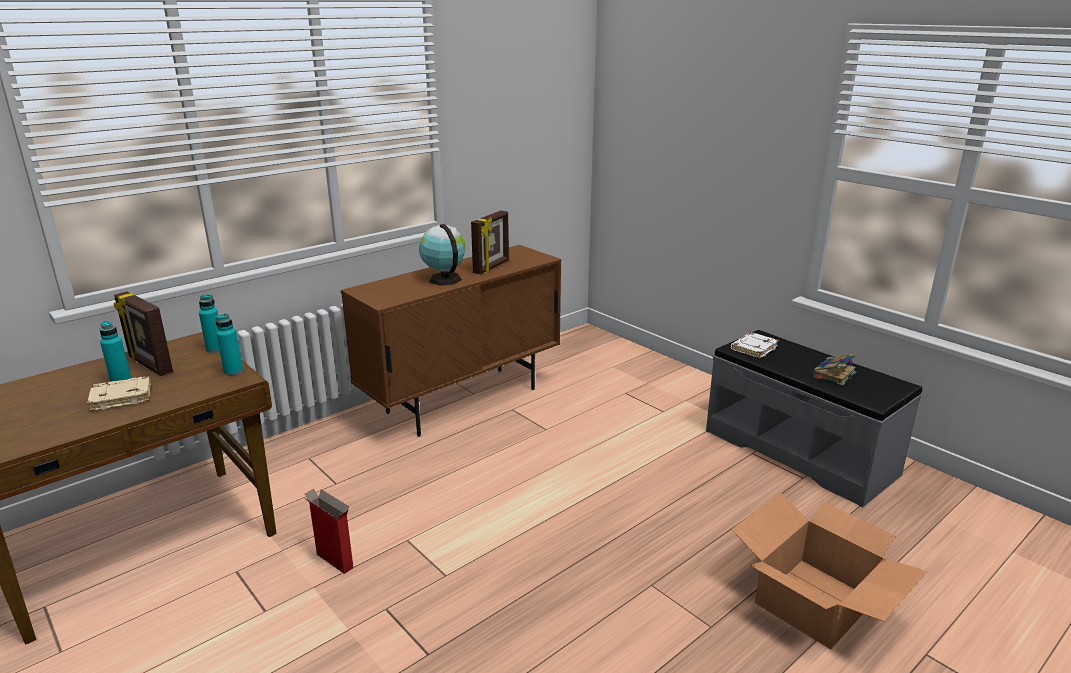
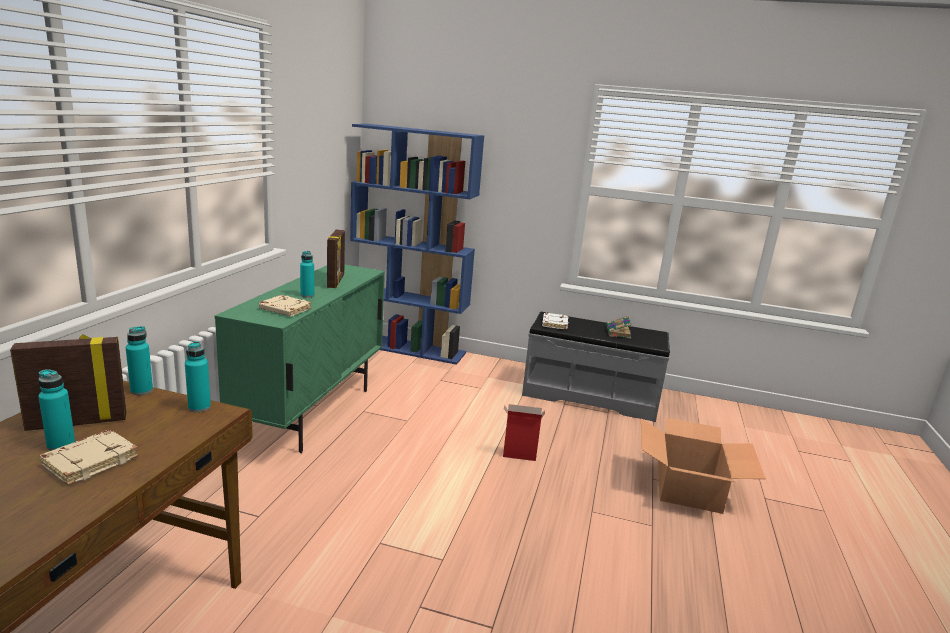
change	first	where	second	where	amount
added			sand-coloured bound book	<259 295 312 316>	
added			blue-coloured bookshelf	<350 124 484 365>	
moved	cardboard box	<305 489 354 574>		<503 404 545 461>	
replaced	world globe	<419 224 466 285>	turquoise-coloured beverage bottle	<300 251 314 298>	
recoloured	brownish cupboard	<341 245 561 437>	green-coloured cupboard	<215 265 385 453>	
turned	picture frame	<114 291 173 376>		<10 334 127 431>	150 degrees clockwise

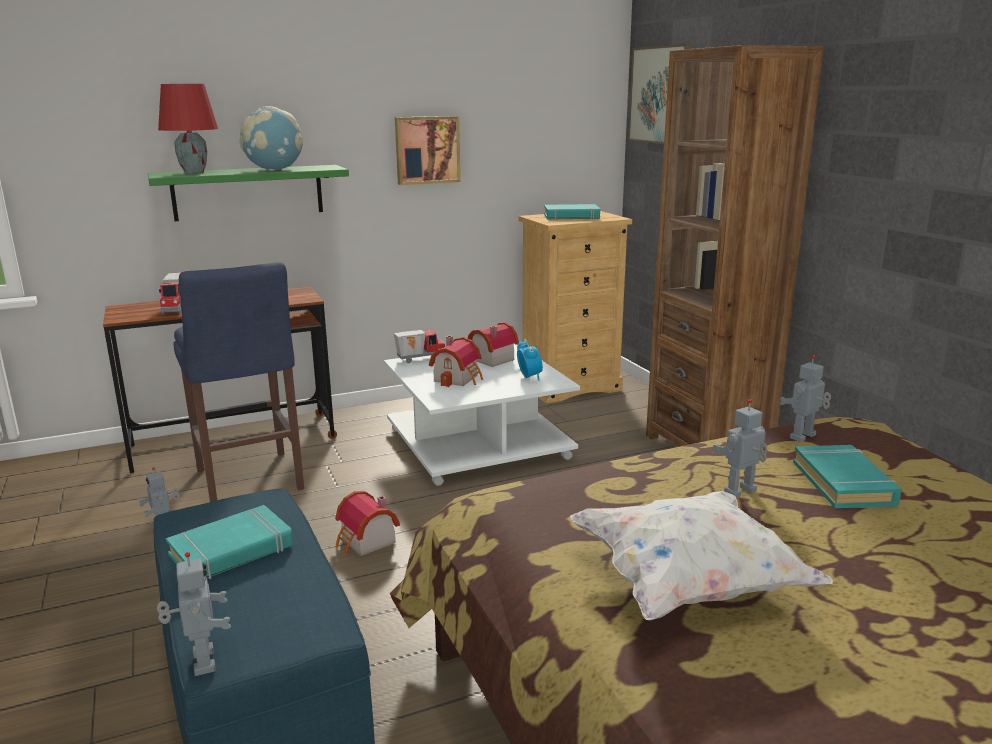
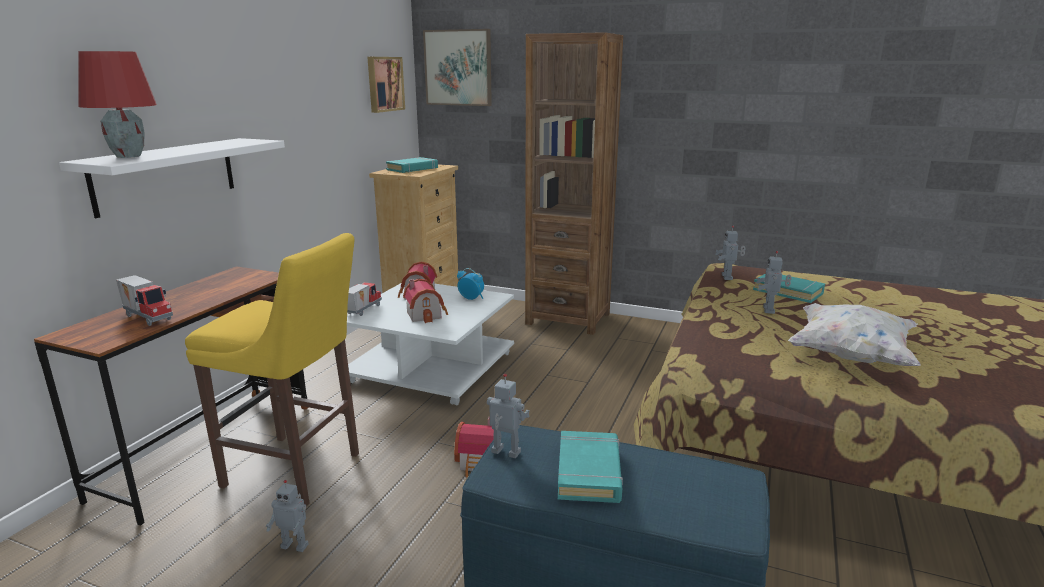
change	first	where	second	where	amount
removed	world globe	<239 106 303 171>			
moved	robot figure	<157 552 231 676>		<487 374 530 458>	
moved	wall picture	<395 116 461 185>		<367 57 405 113>	
recoloured	green-coloured bracket shelf	<148 165 349 221>	whitish bracket shelf	<59 138 285 218>	
recoloured	blue-coloured sitting stool	<173 262 304 502>	yellowish sitting stool	<185 233 359 507>	

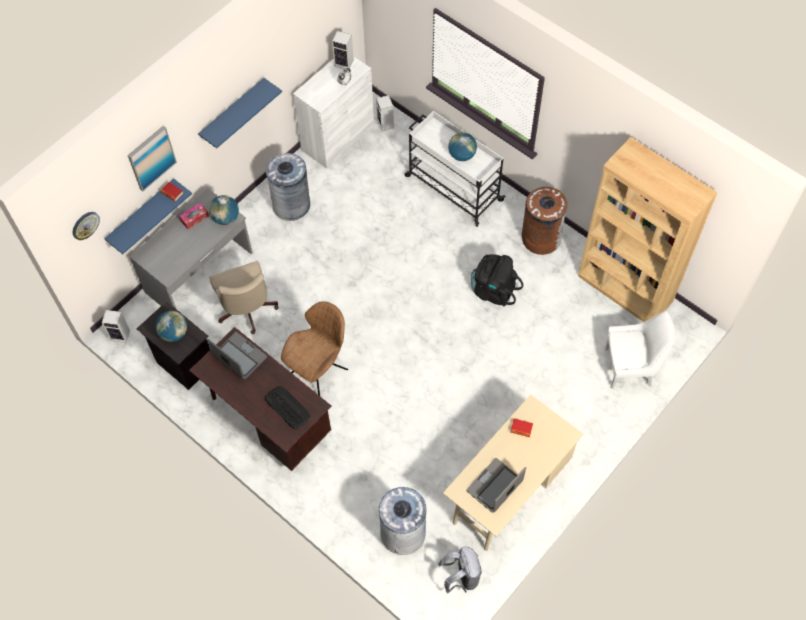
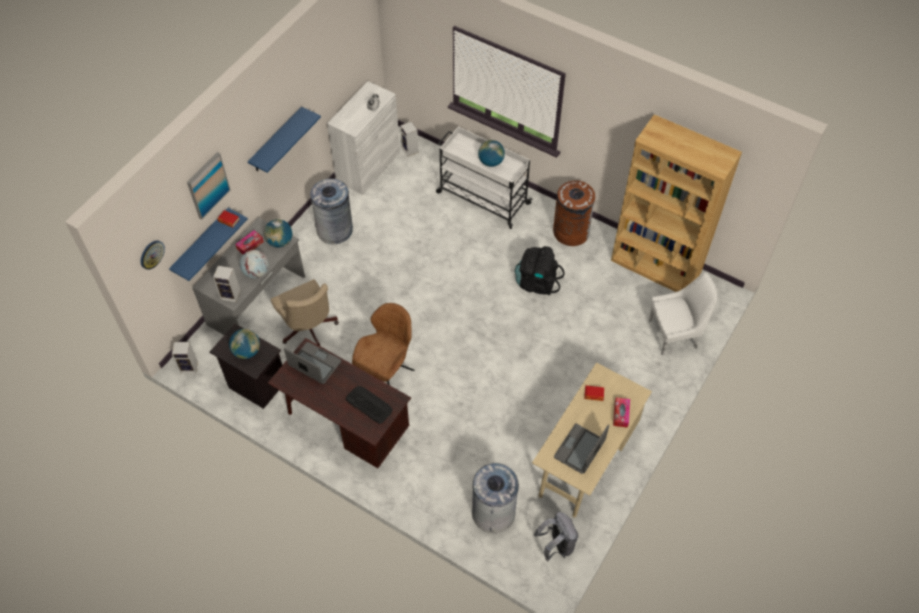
change	first	where	second	where	amount
added			world globe	<240 250 269 279>	
added			tissue holder	<613 397 630 428>	
moved	audio speaker	<332 31 354 69>		<213 266 240 302>	

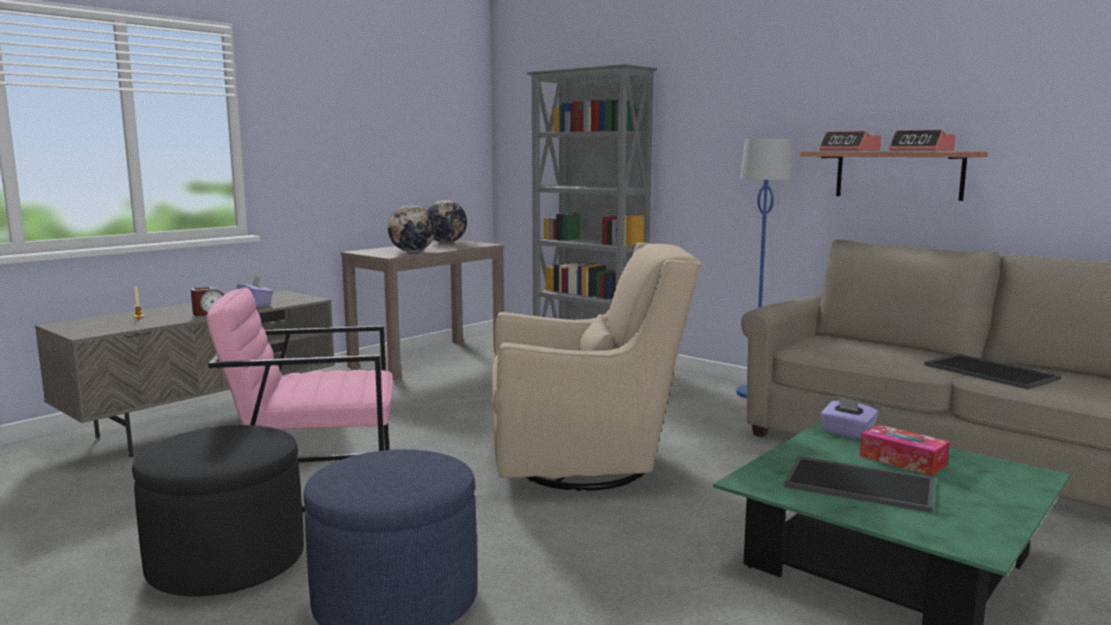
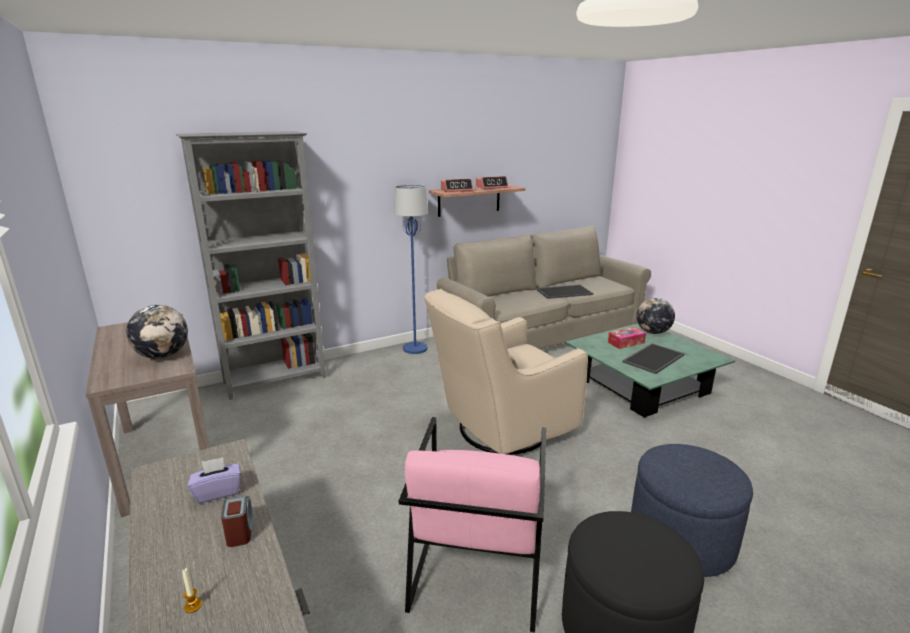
change	first	where	second	where	amount
removed	purple-coloured tissue holder	<820 396 879 440>			
moved	world globe	<427 200 467 243>		<637 298 675 334>	
turned	sand-coloured armchair	<492 242 701 491>		<424 289 588 455>	135 degrees counterclockwise

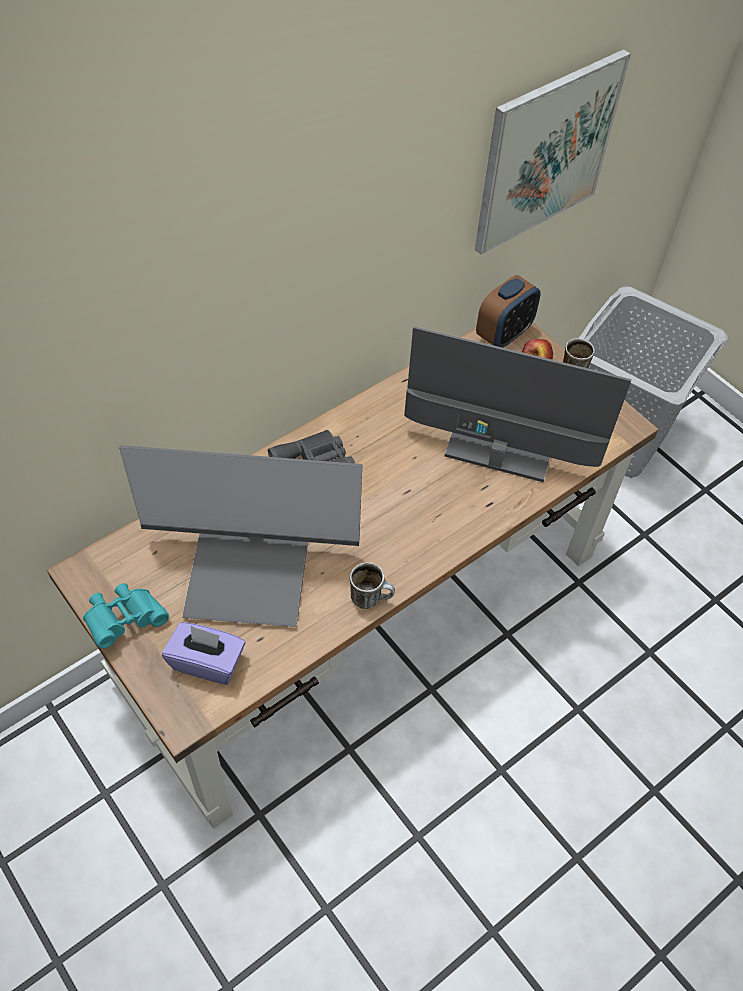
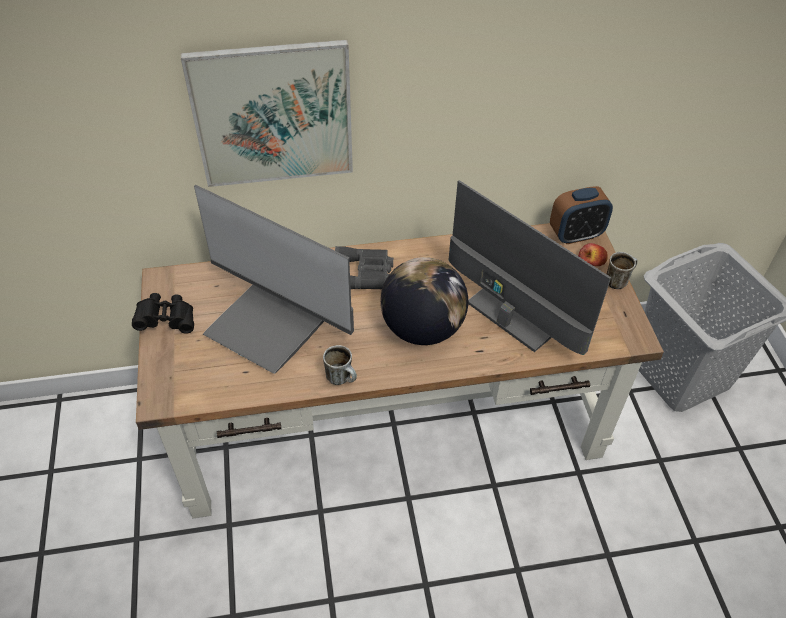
change	first	where	second	where	amount
removed	purple-coloured tissue holder	<162 622 245 685>			
added			world globe	<380 257 468 345>	
moved	wall picture	<475 49 631 254>		<181 40 353 187>	
recoloured	turquoise-coloured binoculars	<83 583 169 649>	blackish binoculars	<132 293 194 334>	

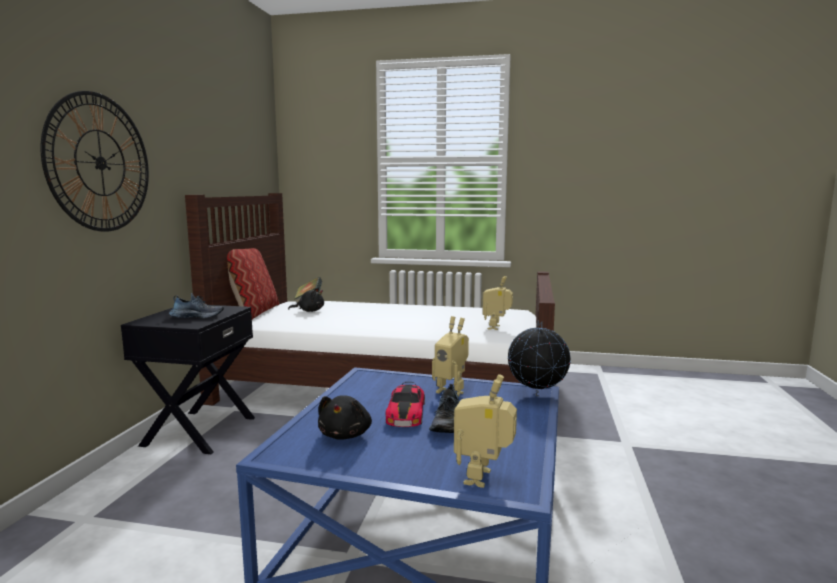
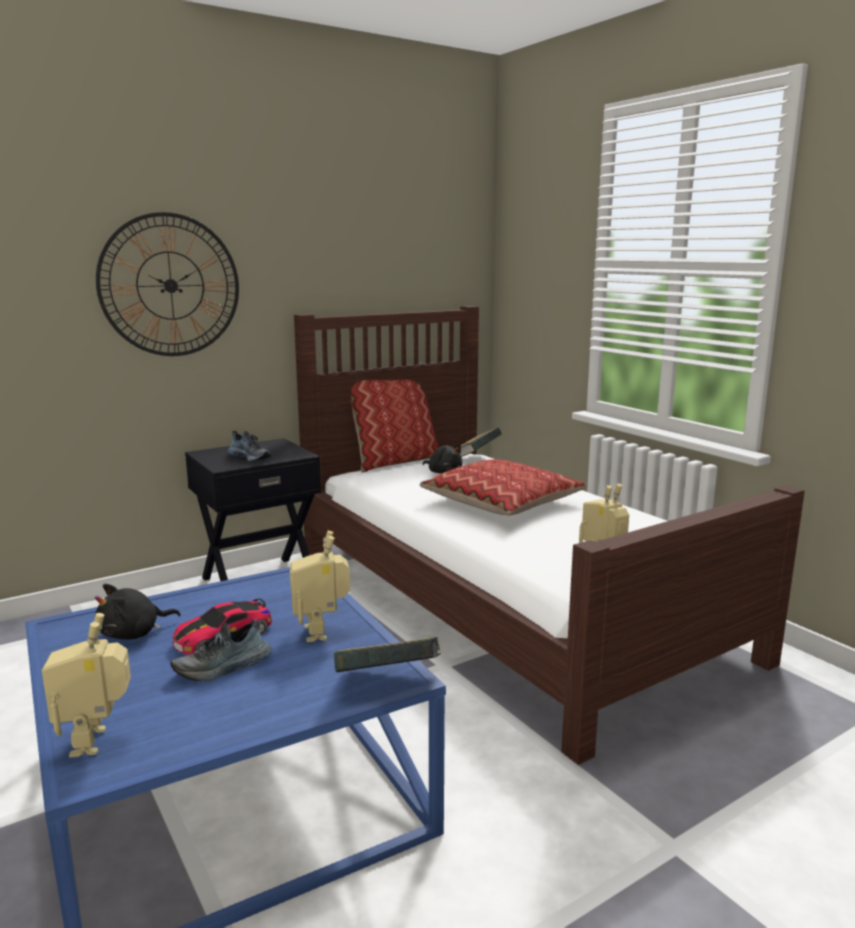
change	first	where	second	where	amount
added			pillow	<420 459 587 516>	
replaced	world globe	<508 321 571 396>	bound book	<333 637 441 672>	
turned	robot figure	<454 374 517 488>		<42 613 131 757>	75 degrees counterclockwise

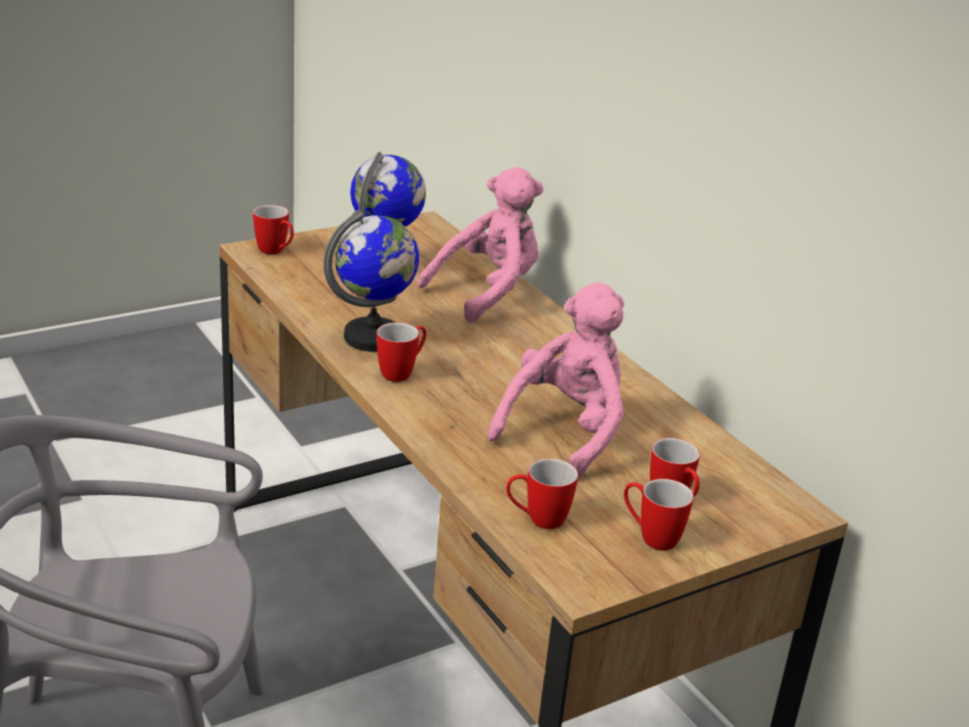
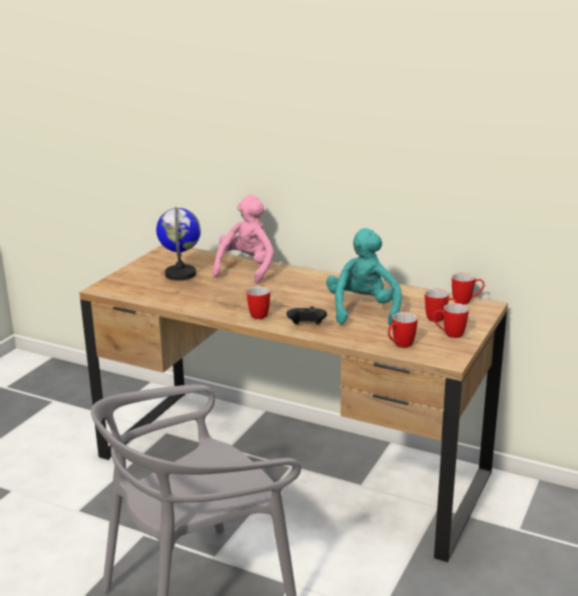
change	first	where	second	where	amount
removed	world globe	<323 210 419 352>			
added			blackish game controller	<287 306 327 325>	
moved	coffee mug	<253 205 294 255>		<452 273 484 305>	
recoloured	pink-coloured cuddly toy	<488 282 624 478>	turquoise-coloured cuddly toy	<326 228 402 326>	

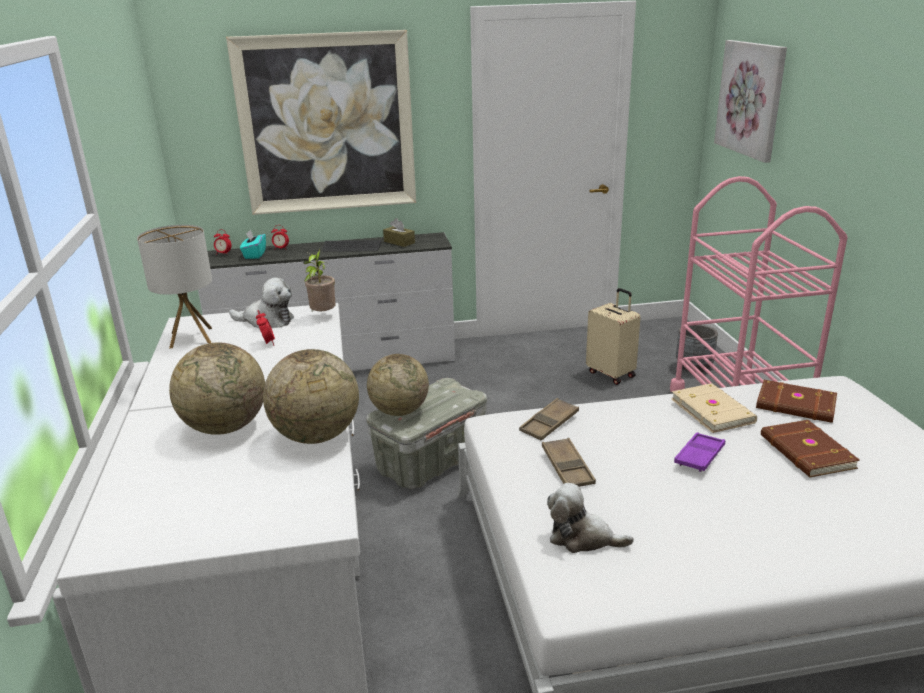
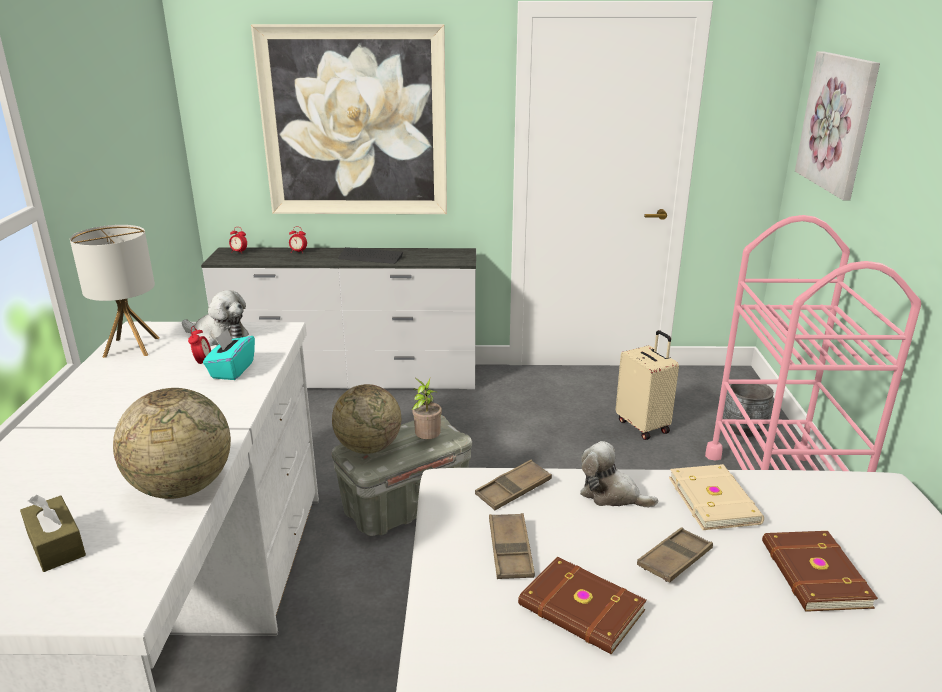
change	first	where	second	where	amount
removed	world globe	<169 342 265 435>			
moved	turquoise-coloured tissue holder	<240 230 266 259>		<203 328 255 380>	
moved	houseplant	<303 249 335 311>		<412 378 442 439>	
moved	brownish tissue holder	<383 218 415 247>		<20 495 86 572>	
moved	cuddly toy	<547 483 634 553>		<580 441 658 507>	
moved	brownish bound book	<756 380 837 423>		<518 556 646 654>	
recoloured	purple-coloured serving tray	<674 432 725 472>	brownish serving tray	<637 527 713 583>	

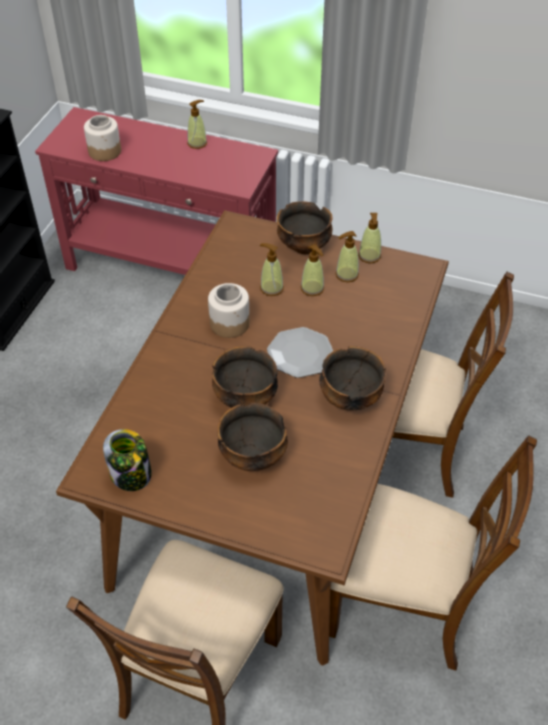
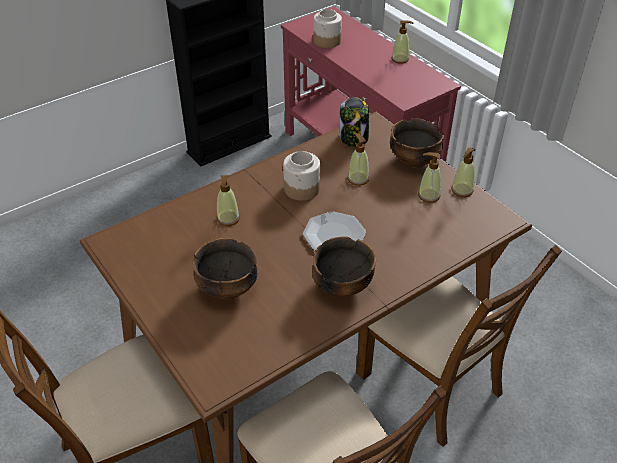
change	first	where	second	where	amount
removed	bowl	<212 346 278 408>			
moved	preserve jar	<103 429 152 491>		<340 97 369 147>	
moved	liquid soap bottle	<301 244 324 296>		<217 175 240 226>	

